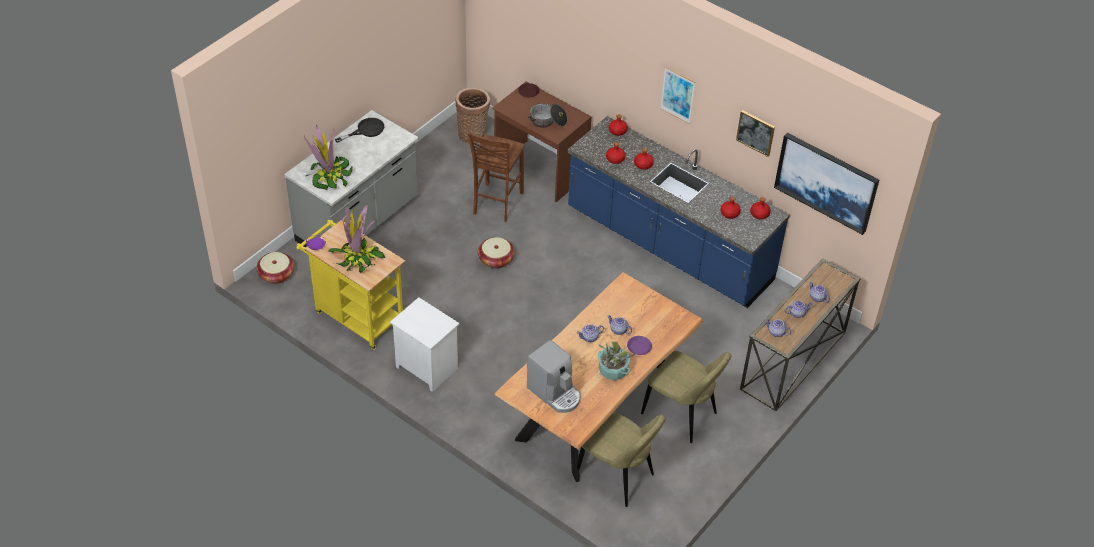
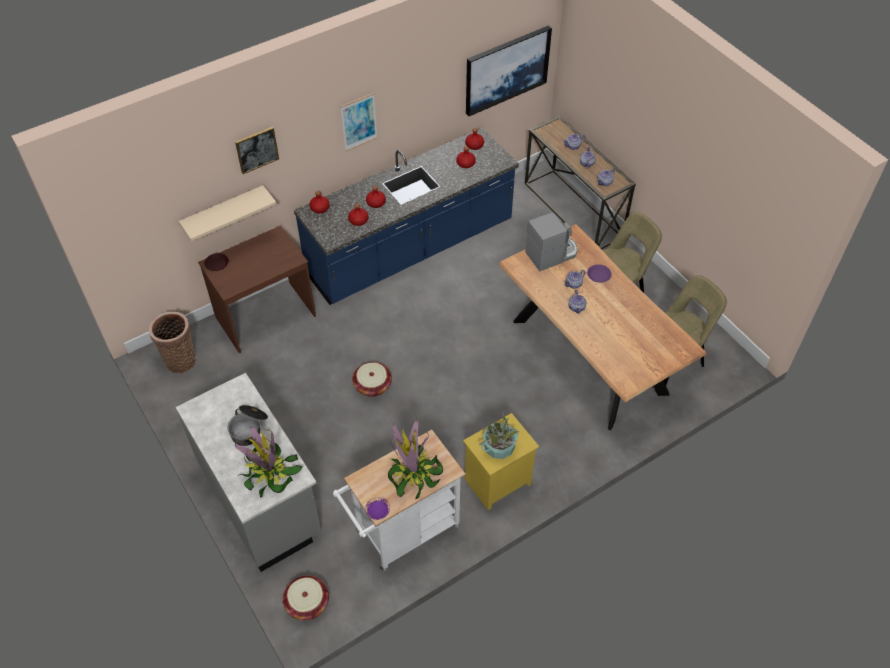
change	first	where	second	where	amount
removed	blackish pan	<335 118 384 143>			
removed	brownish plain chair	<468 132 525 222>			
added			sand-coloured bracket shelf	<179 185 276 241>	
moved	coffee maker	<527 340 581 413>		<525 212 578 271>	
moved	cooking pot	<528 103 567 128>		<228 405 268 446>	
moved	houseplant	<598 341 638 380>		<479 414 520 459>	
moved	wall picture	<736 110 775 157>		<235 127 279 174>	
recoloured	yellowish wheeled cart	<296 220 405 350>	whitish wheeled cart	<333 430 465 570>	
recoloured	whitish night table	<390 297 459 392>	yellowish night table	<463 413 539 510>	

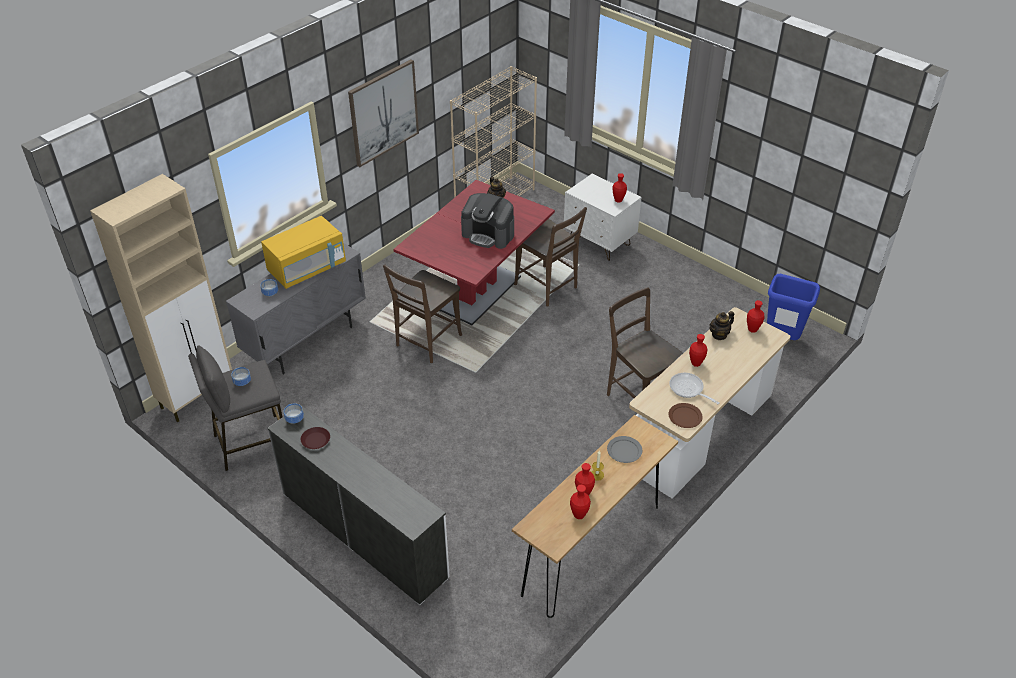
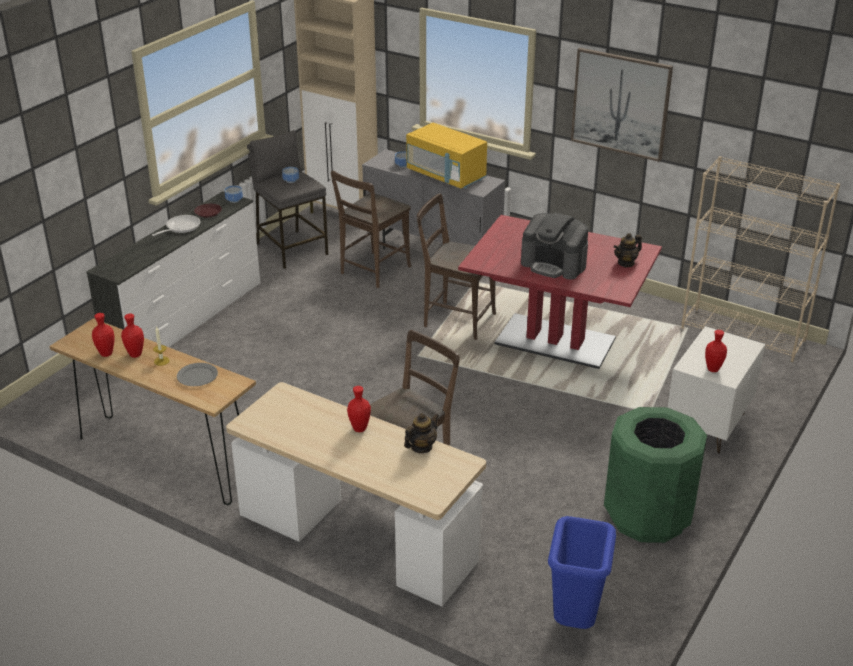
change	first	where	second	where	amount
removed	brownish flat dish	<668 403 703 428>			
removed	red-coloured flower vase	<747 300 764 333>			
added			green-coloured trash can	<604 407 707 543>	
moved	brownish plain chair	<514 207 587 307>		<331 171 411 288>	
moved	pan	<670 373 720 404>		<152 215 201 236>	
turned	coffee maker	<461 193 514 249>		<521 213 588 280>	75 degrees counterclockwise
turned	tea pot	<709 311 734 340>		<404 413 439 453>	90 degrees clockwise

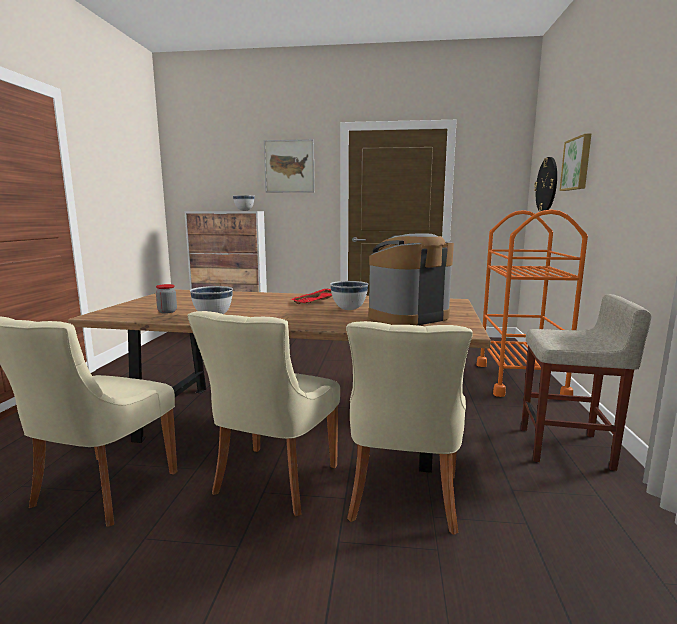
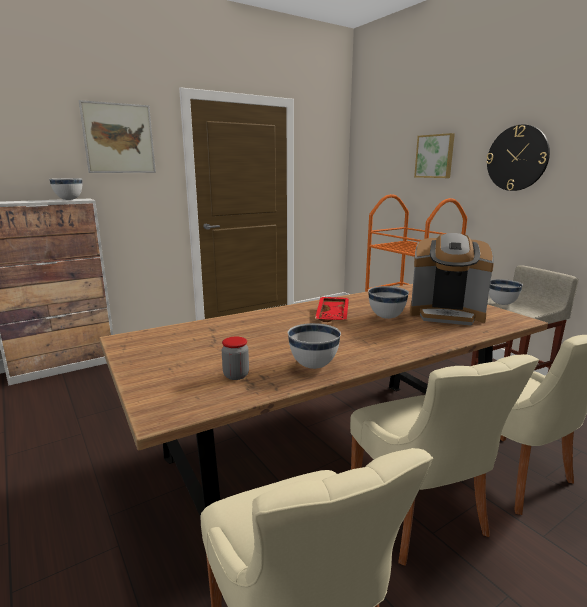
change	first	where	second	where	amount
added			whitish bowl	<489 279 523 305>	
moved	clock on the wall	<534 157 557 212>		<486 125 550 191>	
turned	coffee maker	<368 233 454 325>		<410 233 494 326>	90 degrees counterclockwise

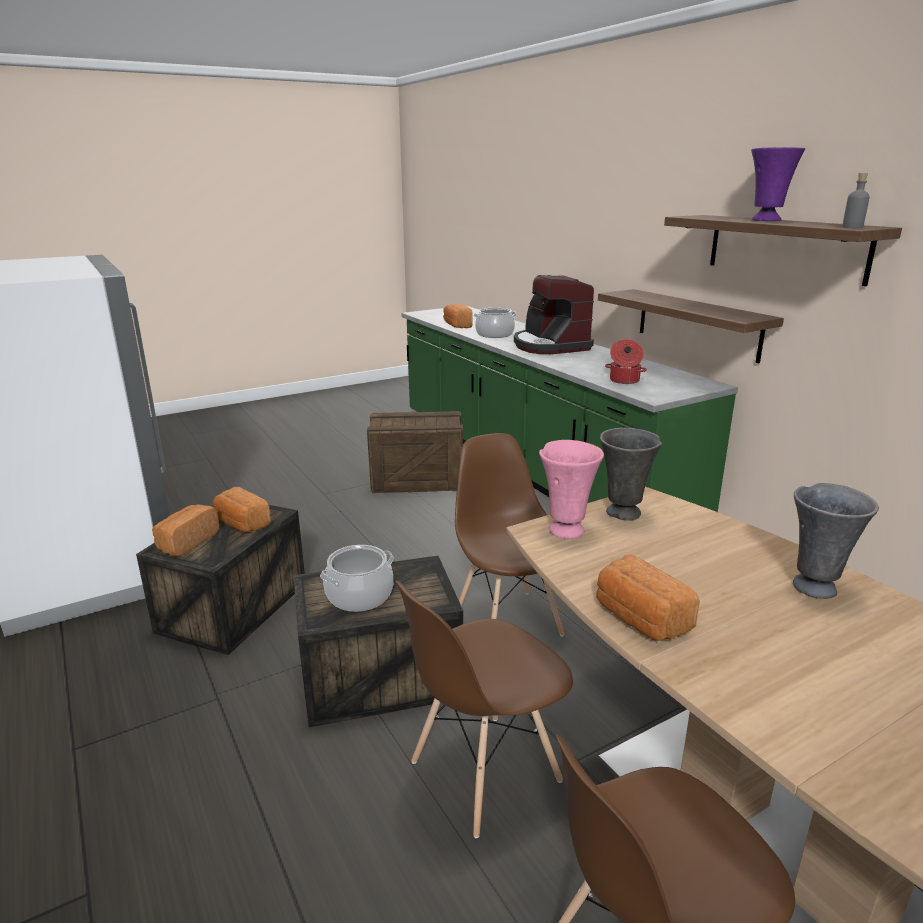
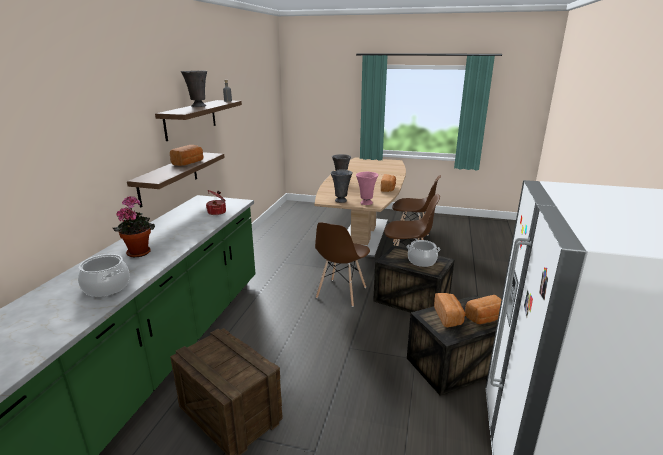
change	first	where	second	where	amount
moved	bakery bread	<443 303 473 328>		<170 145 204 166>	
replaced	coffee maker	<514 275 594 354>	houseplant	<113 196 155 257>	
recoloured	purple-coloured flower vase	<751 147 805 221>	gray flower vase	<181 71 207 107>	

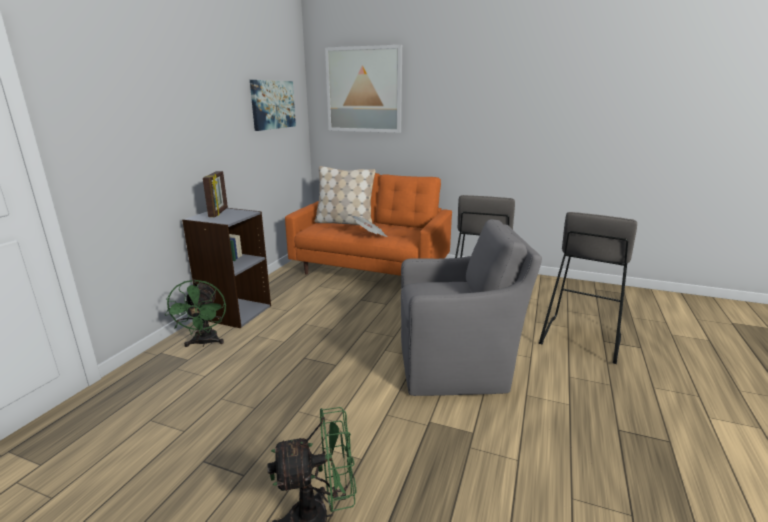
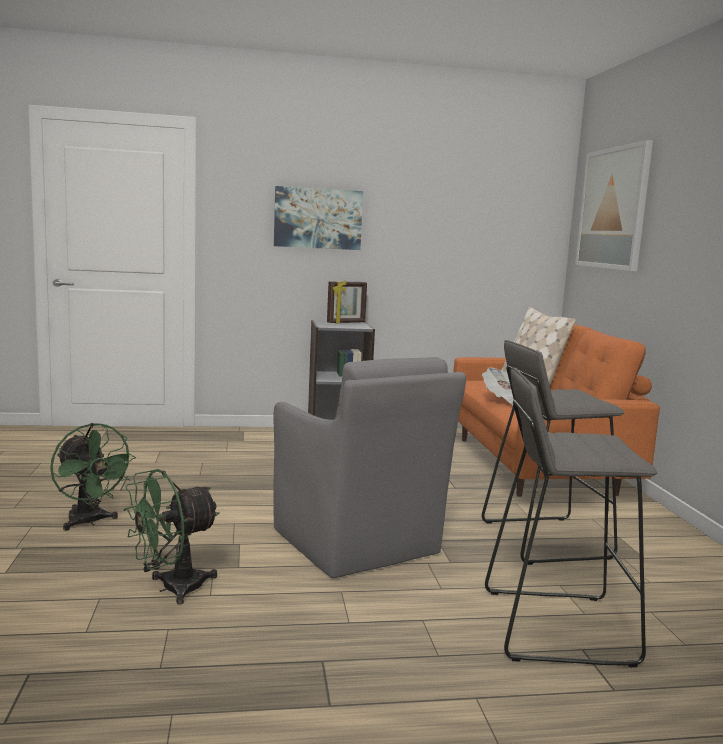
change	first	where	second	where	amount
moved	green-coloured fan	<165 279 226 347>		<123 469 220 605>	
moved	wall picture	<250 80 296 131>		<274 186 363 250>	

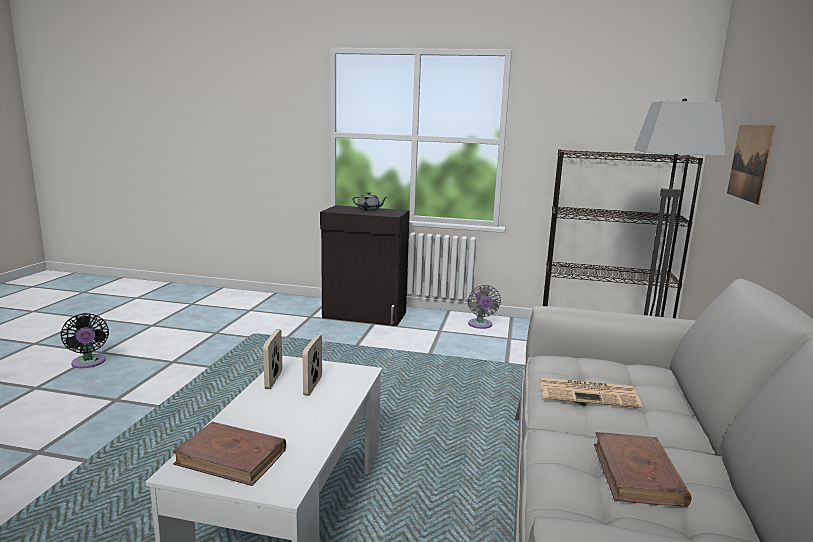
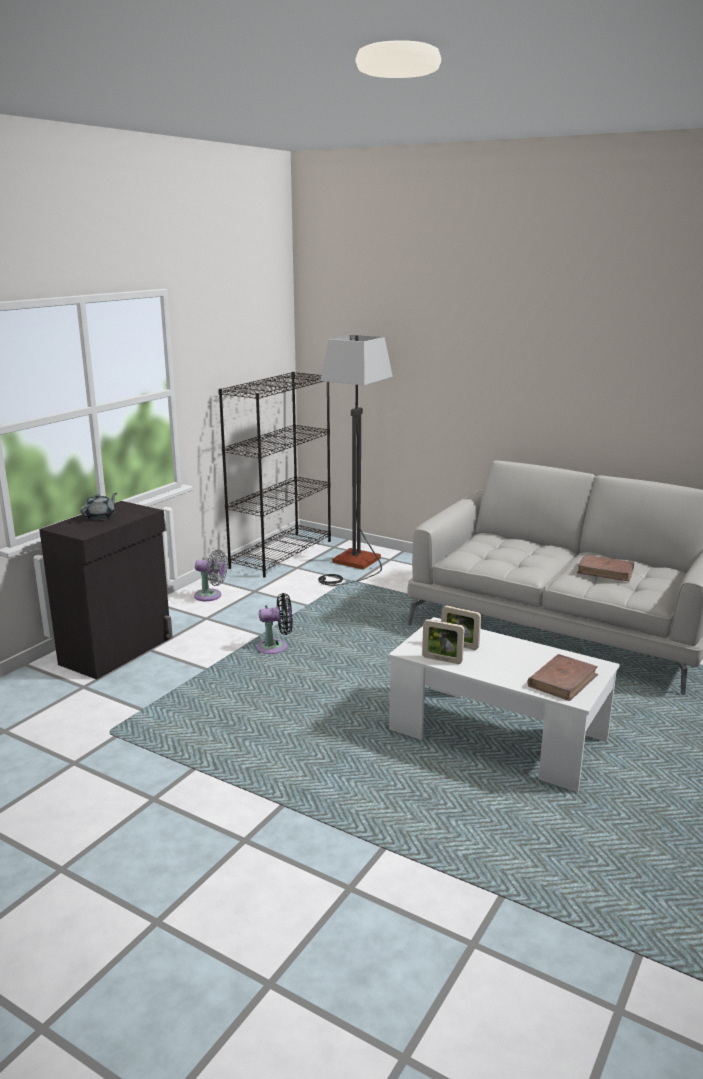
change	first	where	second	where	amount
removed	printed paper	<540 377 642 408>			
removed	wall picture	<727 125 776 205>			
moved	blackish fan	<60 313 109 368>		<257 593 293 654>	

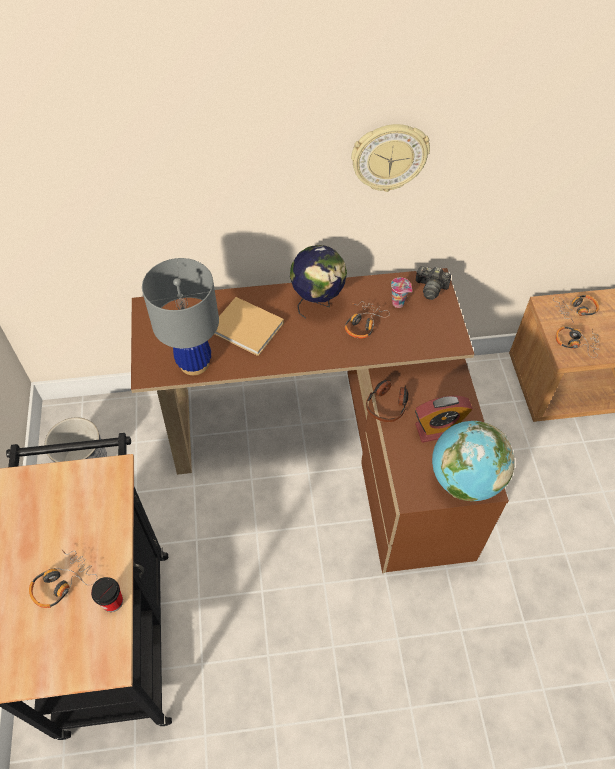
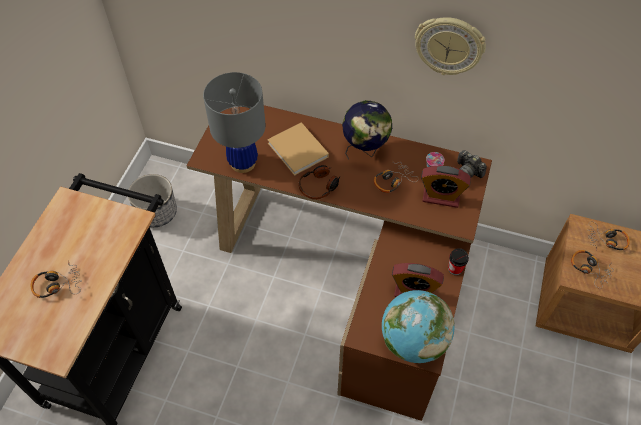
change	first	where	second	where	amount
added			bedside clock	<421 166 471 208>	
moved	cup	<91 577 123 612>		<448 248 469 275>	
moved	headphones	<366 380 408 422>		<298 165 341 200>	

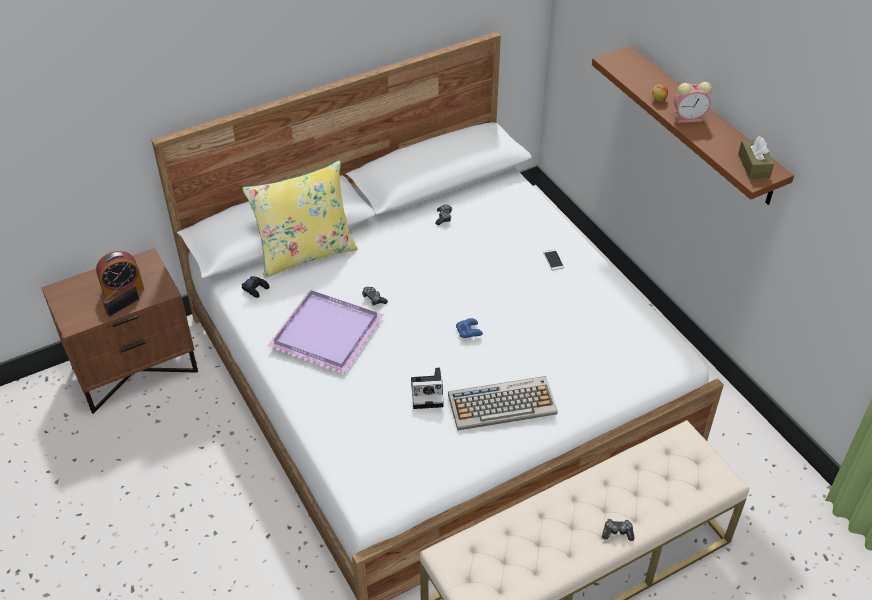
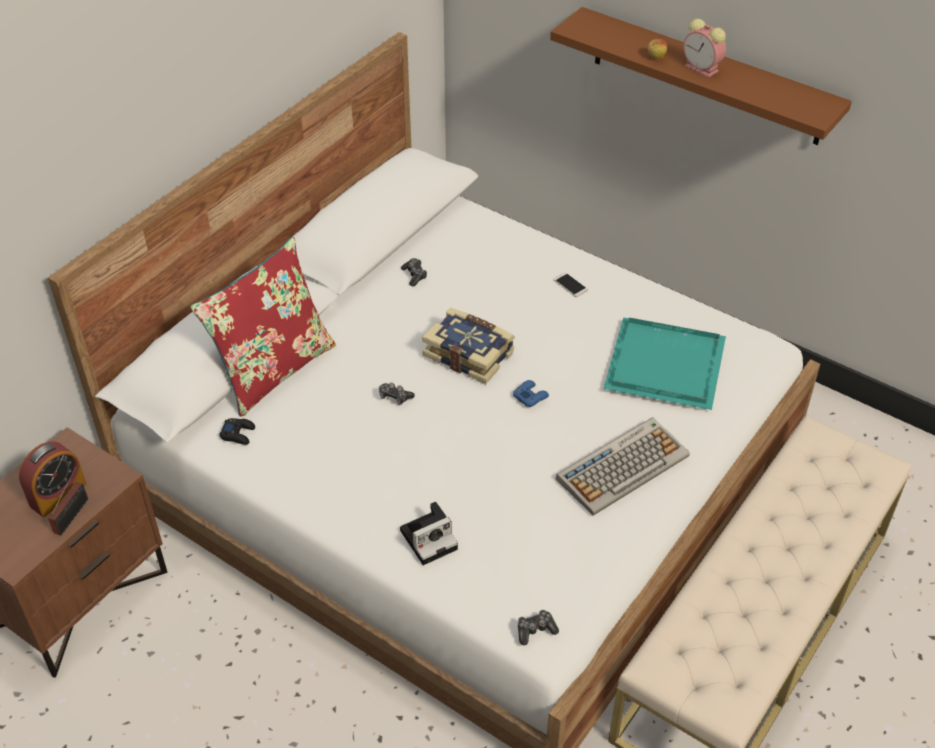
change	first	where	second	where	amount
removed	purple-coloured serving tray	<267 290 384 373>			
removed	brownish tissue holder	<738 136 774 179>			
added			bound book	<422 307 515 384>	
added			turquoise-coloured serving tray	<604 317 726 410>	
moved	photo camera	<411 367 444 409>		<400 502 458 565>	
moved	game controller	<602 519 634 541>		<518 610 559 645>	
recoloured	yellowish pillow	<242 161 357 278>	red-coloured pillow	<190 237 336 417>	
turned	bedside clock	<674 82 712 123>		<683 18 726 78>	75 degrees clockwise

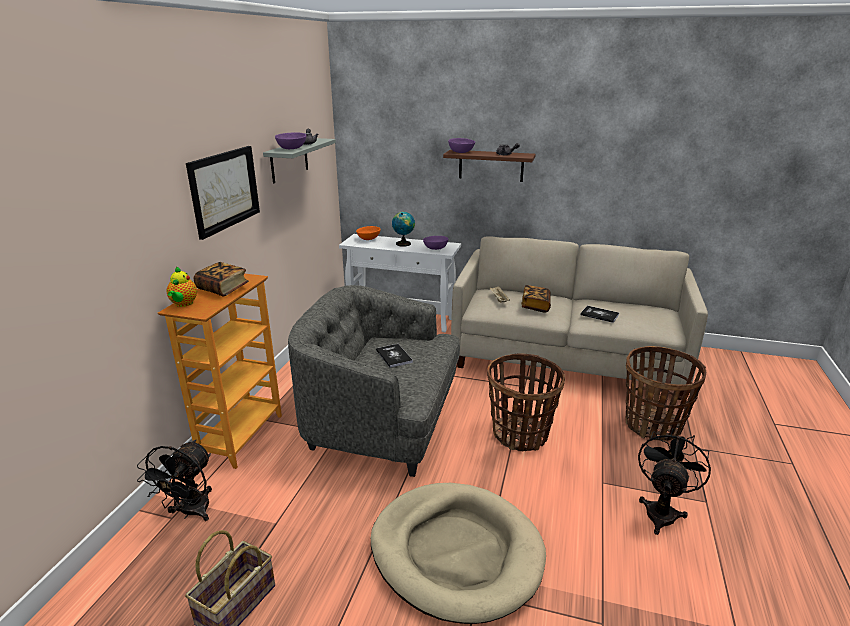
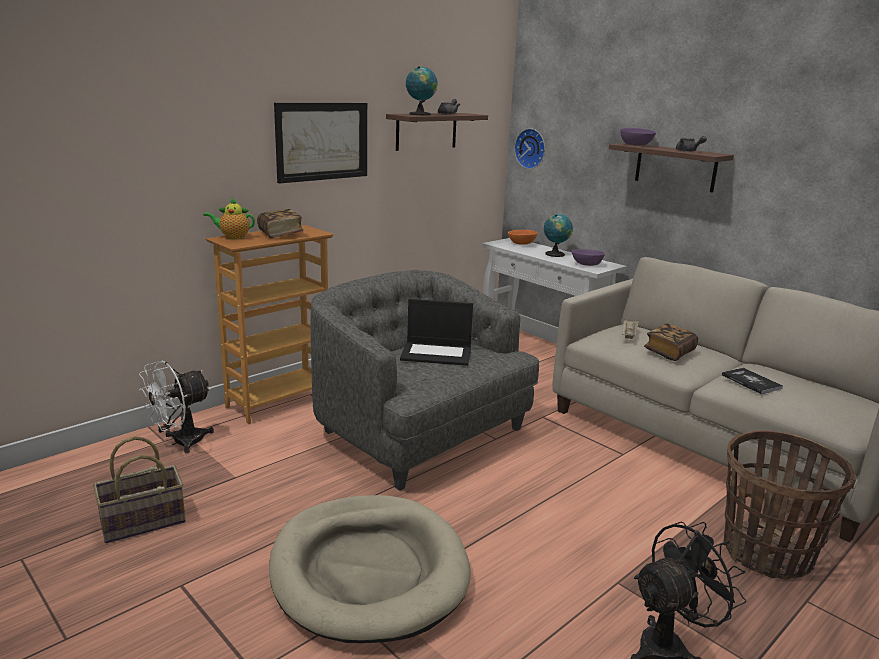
change	first	where	second	where	amount
removed	household basket	<487 353 565 451>			
added			clock on the wall	<514 128 545 169>	
replaced	purple-coloured bowl	<275 132 306 149>	world globe	<406 66 437 116>	
replaced	bound book	<376 344 413 368>	notebook computer	<400 299 473 366>	
recoloured	blackish fan	<137 440 212 521>	whitish fan	<139 361 214 453>	
recoloured	gray bracket shelf	<263 138 336 184>	brownish bracket shelf	<386 113 488 151>	
turned	tea pot	<167 266 197 307>		<204 197 255 239>	60 degrees clockwise

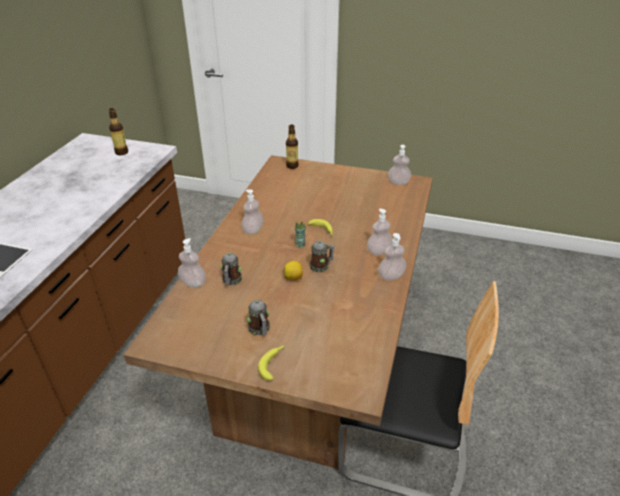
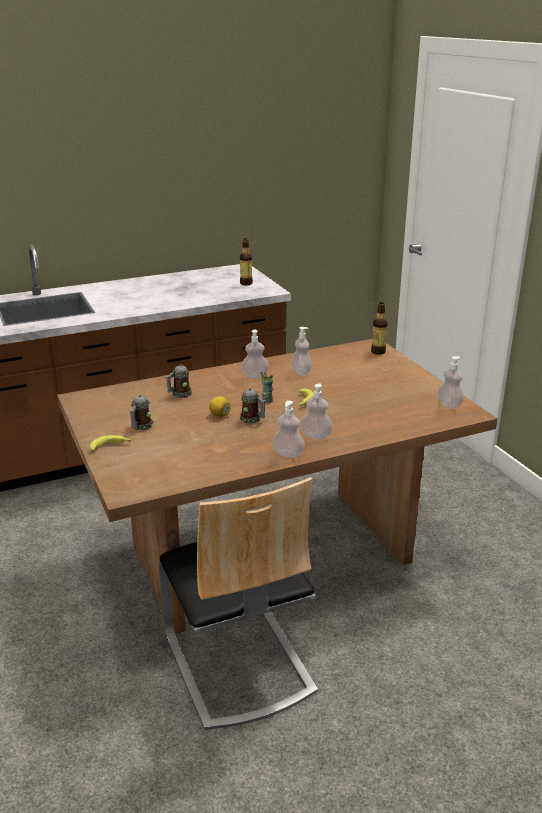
change	first	where	second	where	amount
moved	liquid soap bottle	<178 238 206 287>		<292 327 312 375>	

